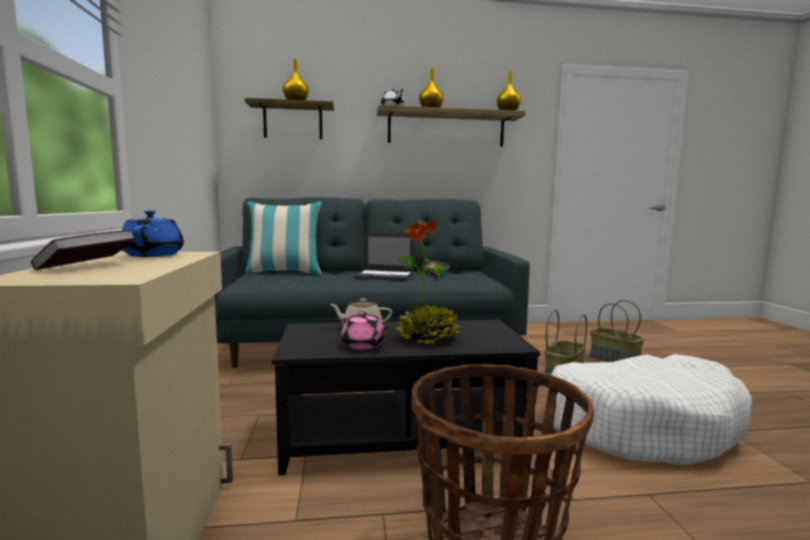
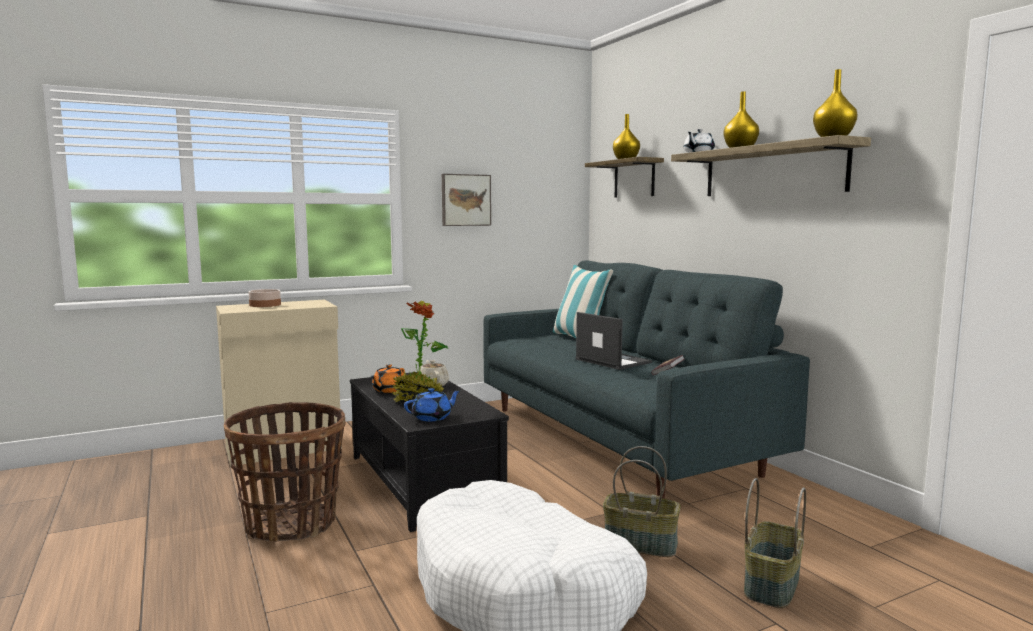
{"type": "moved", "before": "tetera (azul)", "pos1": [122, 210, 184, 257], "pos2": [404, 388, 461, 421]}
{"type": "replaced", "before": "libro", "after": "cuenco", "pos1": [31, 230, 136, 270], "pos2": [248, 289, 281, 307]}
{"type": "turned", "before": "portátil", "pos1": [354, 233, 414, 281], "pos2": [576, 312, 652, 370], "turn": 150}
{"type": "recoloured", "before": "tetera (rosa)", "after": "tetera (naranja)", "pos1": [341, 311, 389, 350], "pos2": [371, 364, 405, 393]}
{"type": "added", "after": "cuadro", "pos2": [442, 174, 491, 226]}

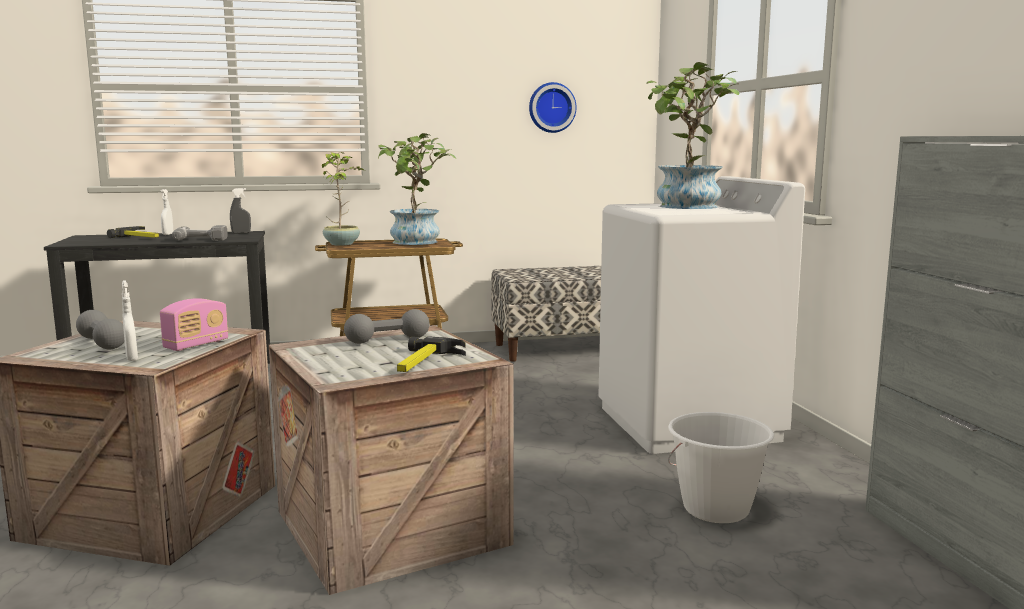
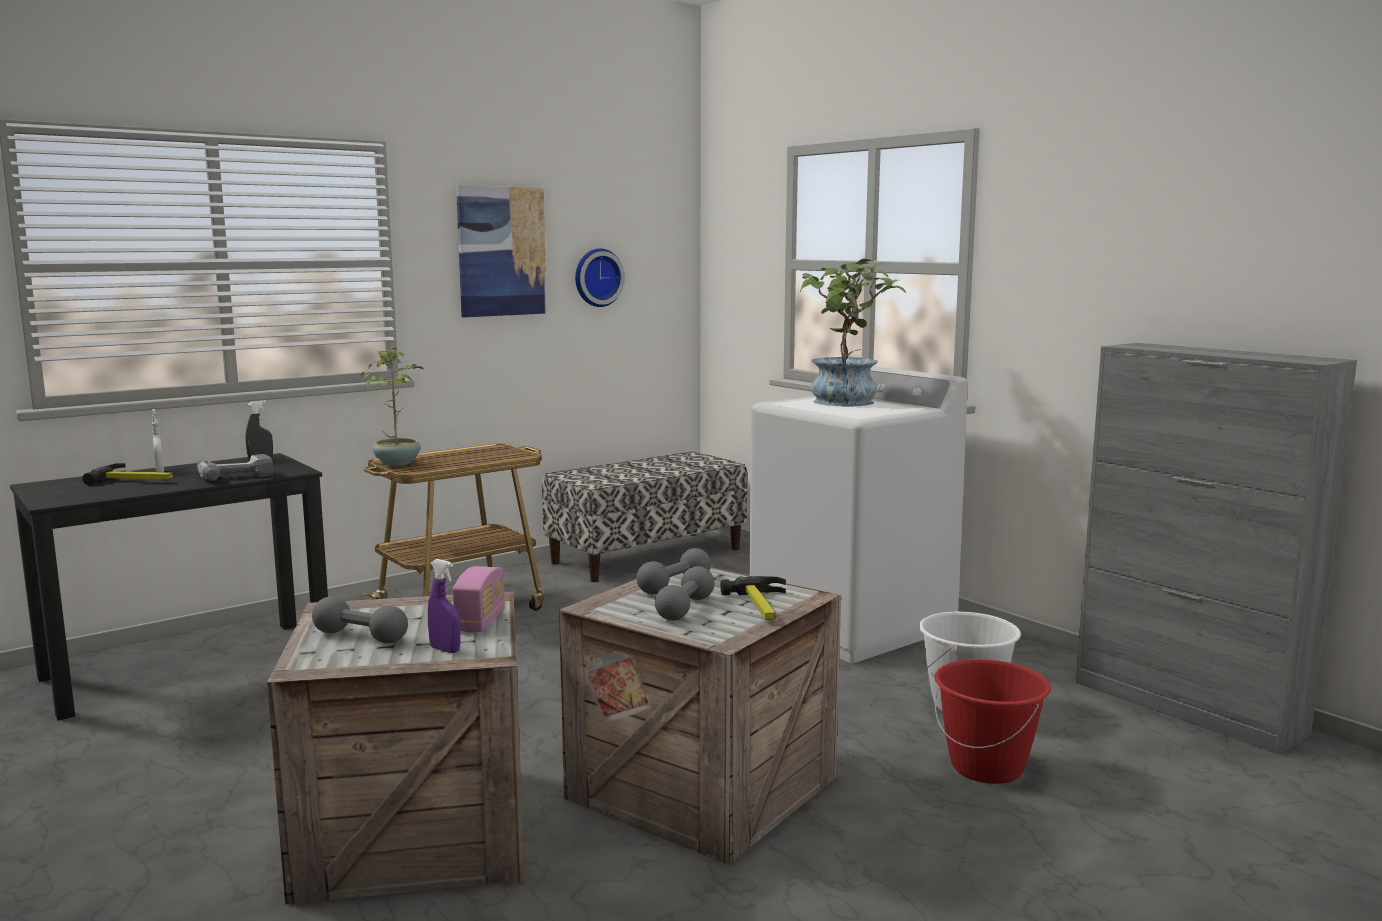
{"type": "removed", "before": "planta en maceta", "pos1": [378, 133, 456, 245]}
{"type": "recoloured", "before": "pulverizador (blanco)", "after": "pulverizador (morado)", "pos1": [122, 280, 138, 361], "pos2": [428, 559, 460, 653]}
{"type": "added", "after": "cuadro", "pos2": [456, 185, 547, 317]}
{"type": "added", "after": "mancuerna (gris)", "pos2": [655, 566, 714, 621]}
{"type": "added", "after": "cubo (rojo)", "pos2": [935, 659, 1051, 784]}

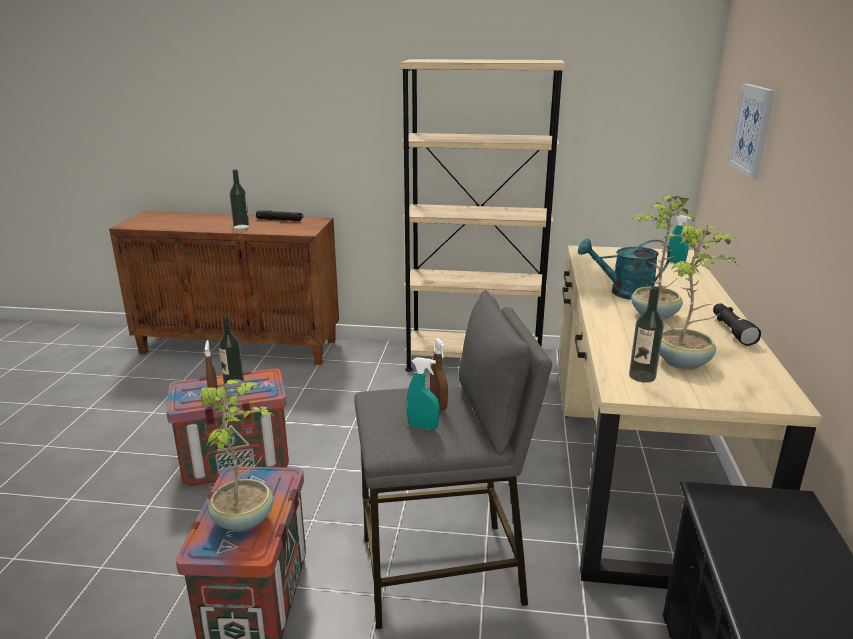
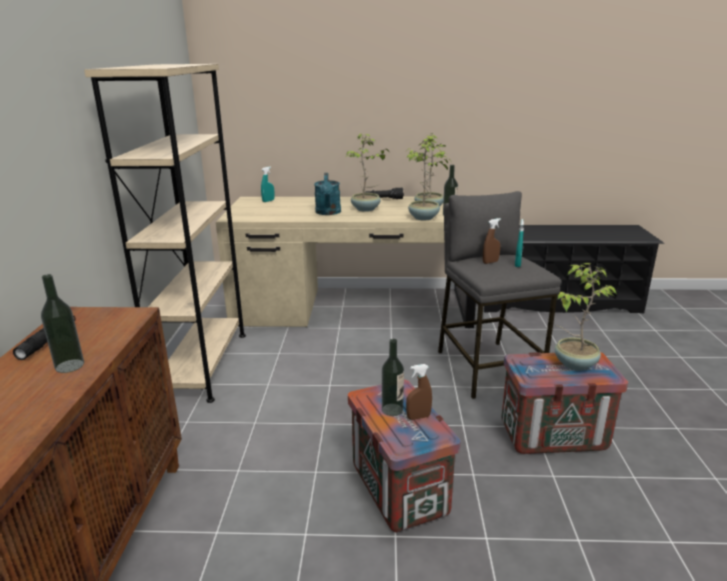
{"type": "removed", "before": "cuadro", "pos1": [728, 84, 776, 179]}
{"type": "added", "after": "planta en maceta", "pos2": [407, 139, 451, 220]}

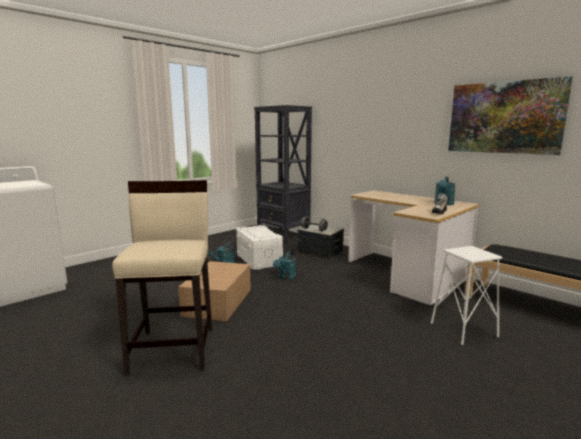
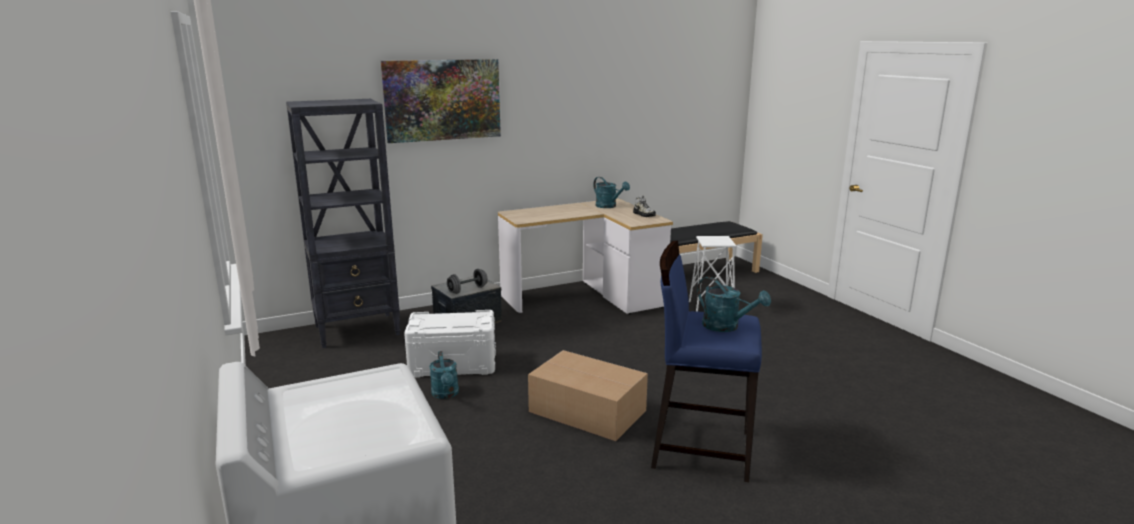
{"type": "moved", "before": "cuadro", "pos1": [448, 76, 573, 155], "pos2": [381, 59, 501, 143]}
{"type": "recoloured", "before": "taburete (beis)", "after": "taburete (azul)", "pos1": [112, 180, 212, 376], "pos2": [651, 241, 762, 482]}
{"type": "moved", "before": "regadera (turquesa)", "pos1": [273, 251, 296, 280], "pos2": [697, 277, 771, 332]}

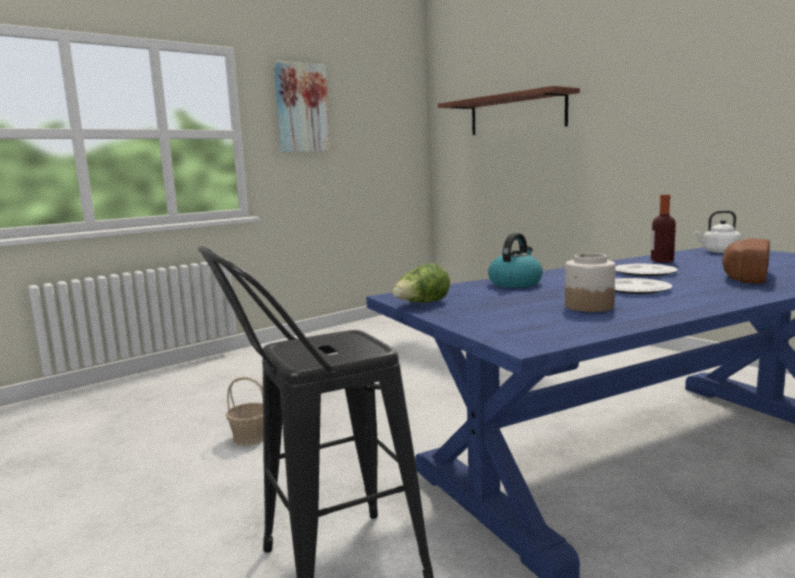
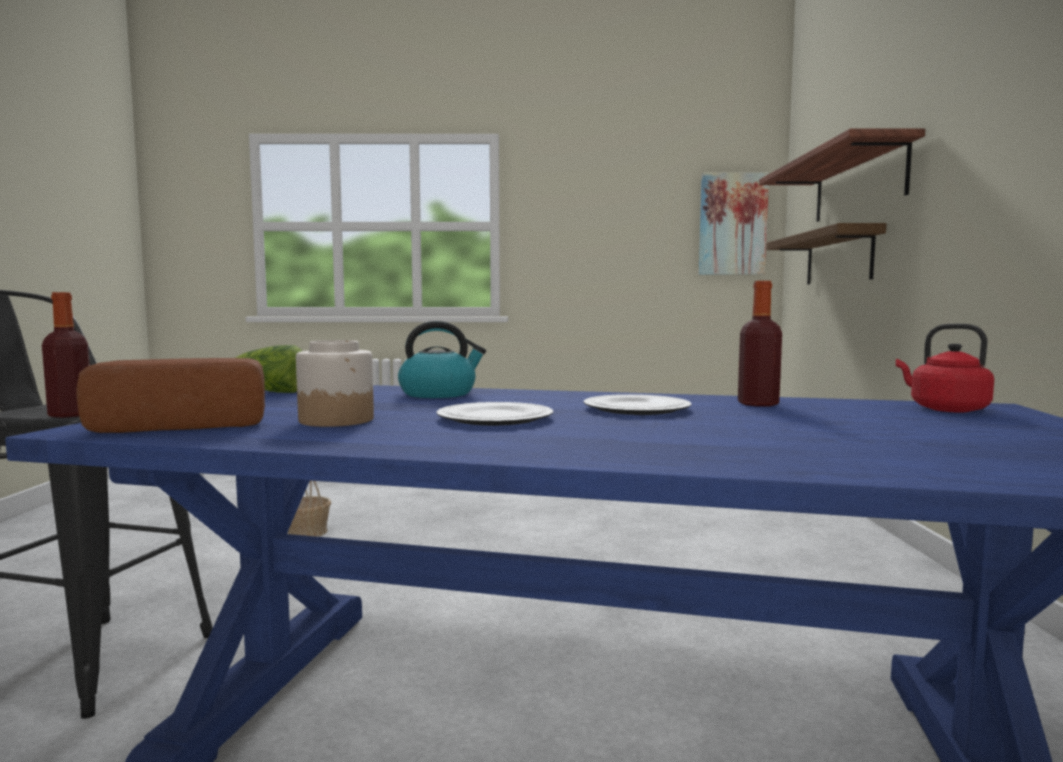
{"type": "moved", "before": "cuadro", "pos1": [274, 60, 331, 152], "pos2": [699, 173, 769, 275]}
{"type": "recoloured", "before": "hervidor (blanco)", "after": "hervidor (rojo)", "pos1": [694, 210, 741, 253], "pos2": [896, 324, 994, 413]}
{"type": "moved", "before": "pan", "pos1": [722, 239, 770, 284], "pos2": [76, 358, 265, 433]}
{"type": "added", "after": "estante", "pos2": [766, 223, 886, 284]}
{"type": "added", "after": "botella", "pos2": [42, 292, 90, 418]}

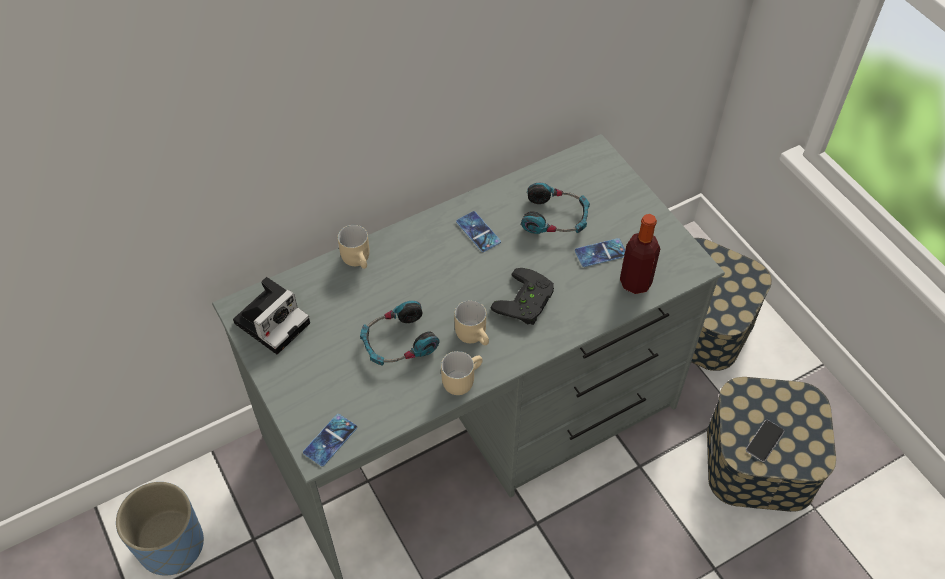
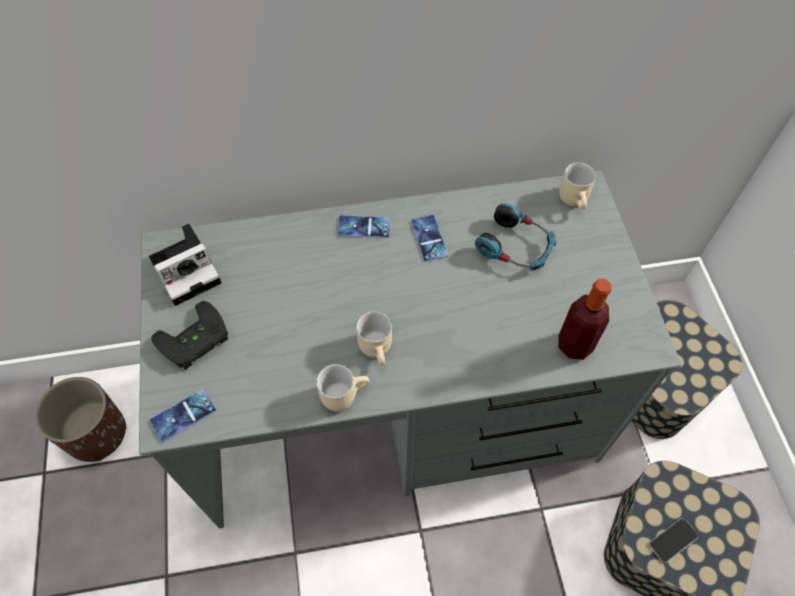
{"type": "moved", "before": "taza grande (beis)", "pos1": [338, 225, 370, 269], "pos2": [559, 162, 596, 210]}
{"type": "moved", "before": "móvil", "pos1": [575, 238, 625, 267], "pos2": [337, 215, 390, 238]}
{"type": "moved", "before": "mando de consola (negro)", "pos1": [491, 268, 554, 325], "pos2": [151, 301, 228, 370]}
{"type": "removed", "before": "auriculares", "pos1": [360, 301, 440, 366]}
{"type": "recoloured", "before": "maceta (azul)", "after": "maceta (marrón)", "pos1": [116, 482, 204, 575], "pos2": [35, 377, 126, 462]}

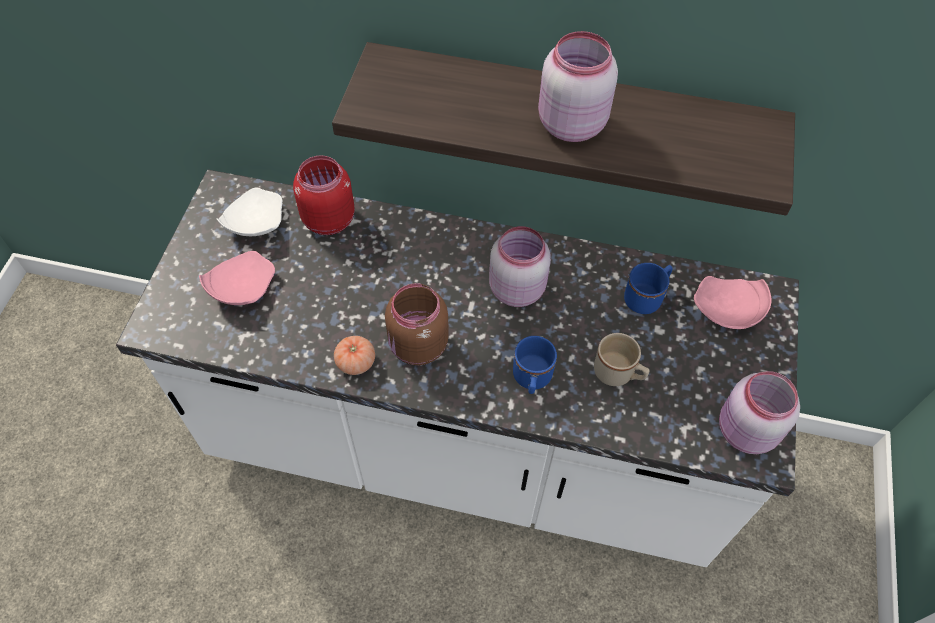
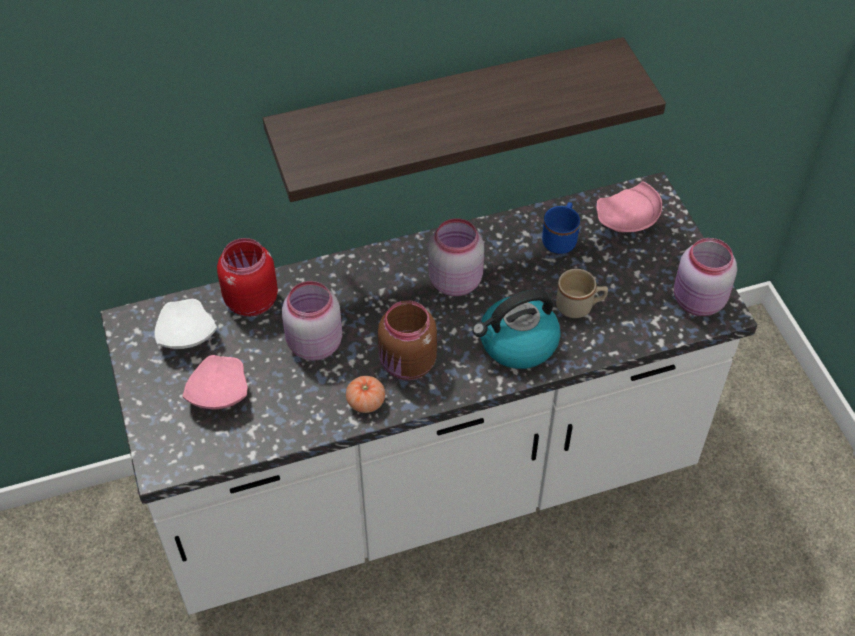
{"type": "moved", "before": "tarro (rosa)", "pos1": [538, 31, 618, 142], "pos2": [282, 281, 342, 361]}
{"type": "replaced", "before": "taza grande (azul)", "after": "hervidor", "pos1": [513, 336, 557, 394], "pos2": [472, 290, 561, 369]}

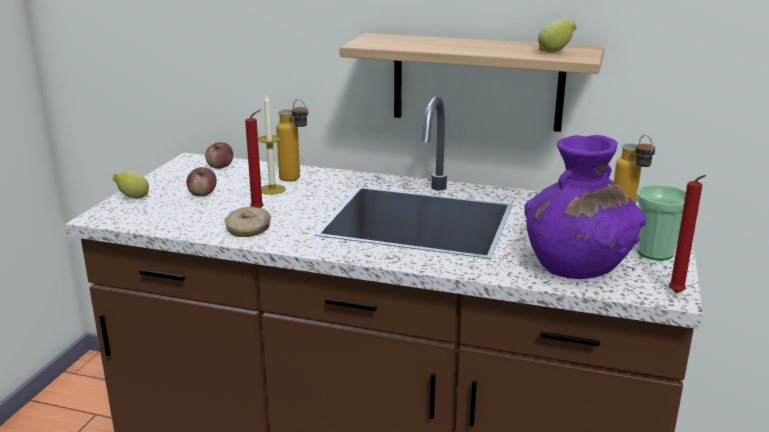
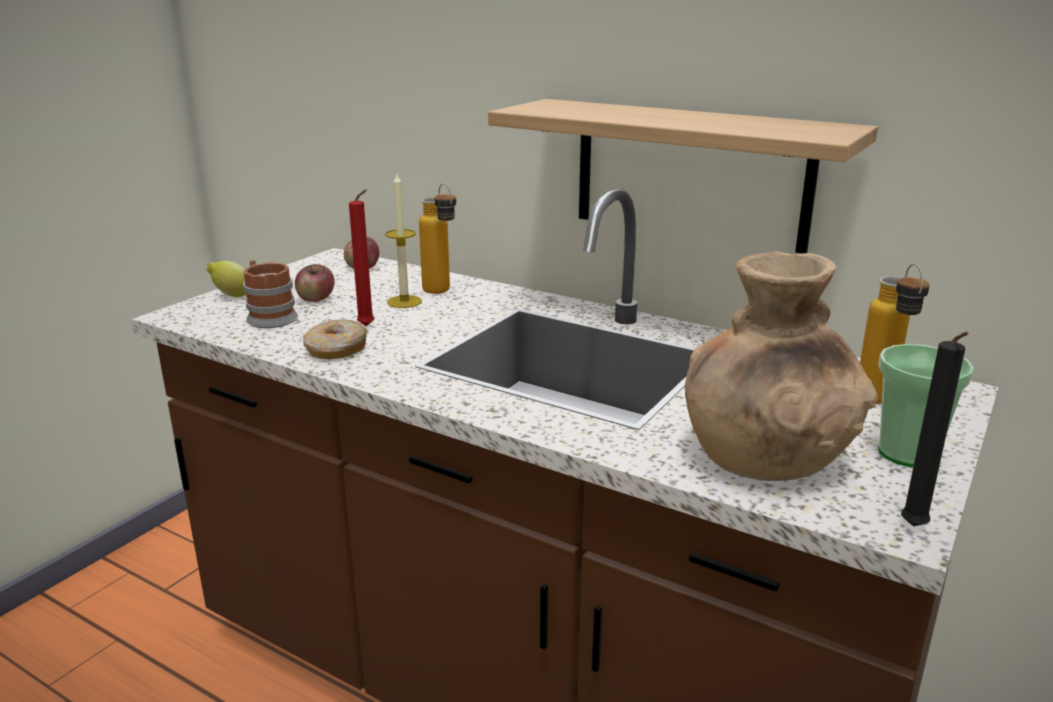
{"type": "removed", "before": "limón", "pos1": [538, 20, 577, 53]}
{"type": "recoloured", "before": "florero (morado)", "after": "florero (marrón)", "pos1": [524, 135, 646, 279], "pos2": [685, 252, 878, 481]}
{"type": "recoloured", "before": "vela (rojo)", "after": "vela (negro)", "pos1": [669, 175, 706, 293], "pos2": [901, 332, 968, 526]}
{"type": "added", "after": "taza grande", "pos2": [243, 260, 298, 328]}

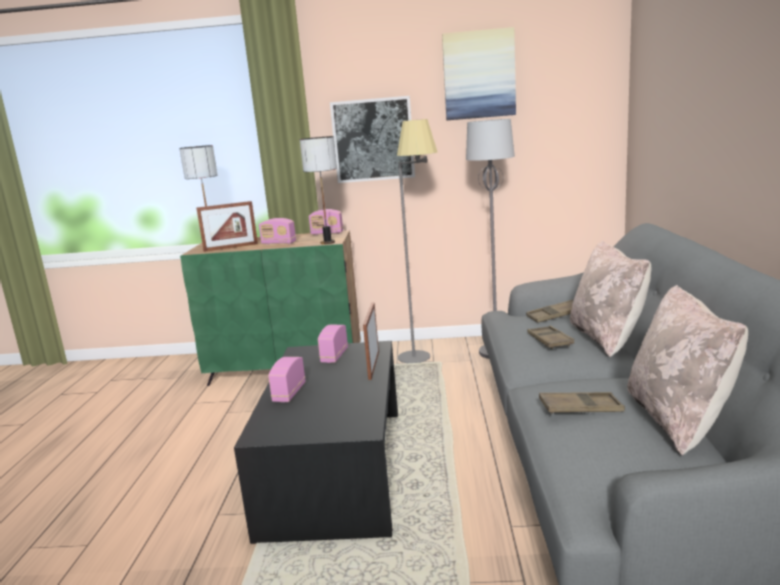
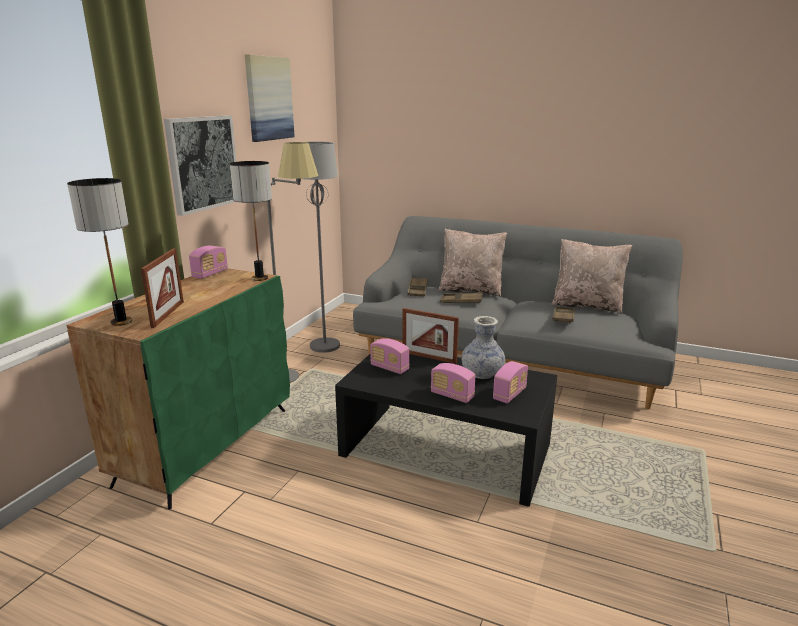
{"type": "moved", "before": "radio", "pos1": [259, 218, 296, 245], "pos2": [493, 361, 528, 404]}
{"type": "added", "after": "florero", "pos2": [462, 316, 505, 379]}

